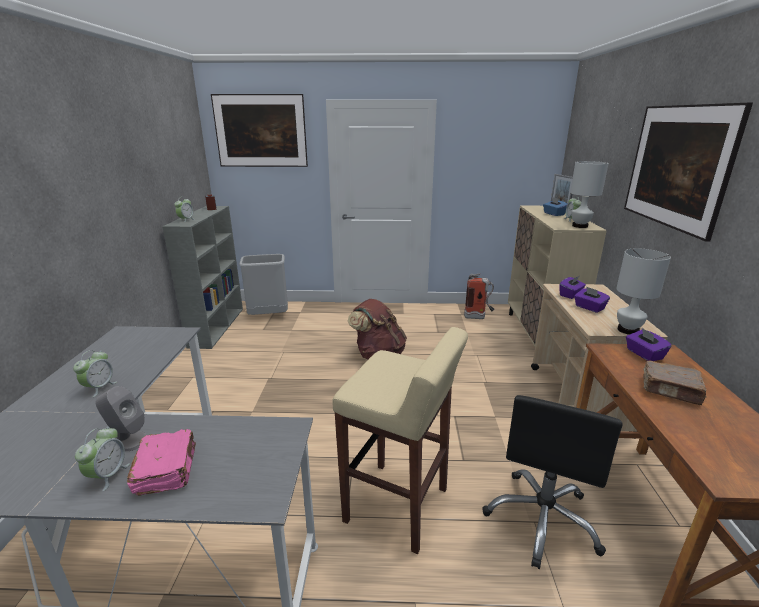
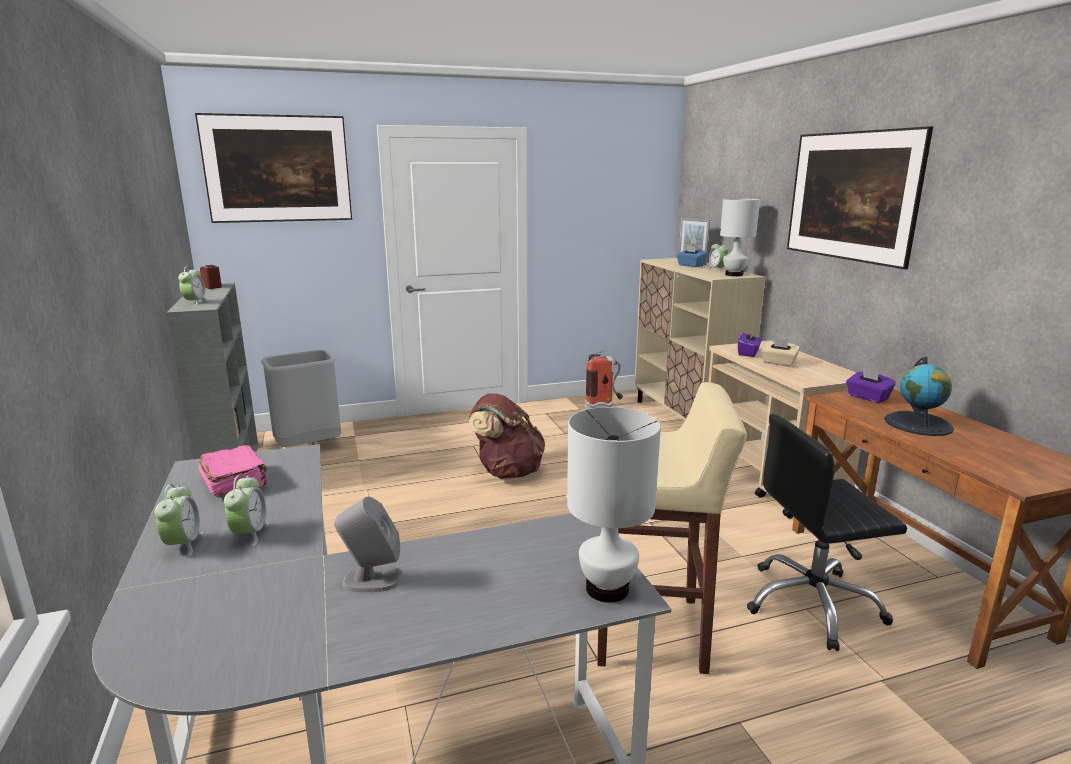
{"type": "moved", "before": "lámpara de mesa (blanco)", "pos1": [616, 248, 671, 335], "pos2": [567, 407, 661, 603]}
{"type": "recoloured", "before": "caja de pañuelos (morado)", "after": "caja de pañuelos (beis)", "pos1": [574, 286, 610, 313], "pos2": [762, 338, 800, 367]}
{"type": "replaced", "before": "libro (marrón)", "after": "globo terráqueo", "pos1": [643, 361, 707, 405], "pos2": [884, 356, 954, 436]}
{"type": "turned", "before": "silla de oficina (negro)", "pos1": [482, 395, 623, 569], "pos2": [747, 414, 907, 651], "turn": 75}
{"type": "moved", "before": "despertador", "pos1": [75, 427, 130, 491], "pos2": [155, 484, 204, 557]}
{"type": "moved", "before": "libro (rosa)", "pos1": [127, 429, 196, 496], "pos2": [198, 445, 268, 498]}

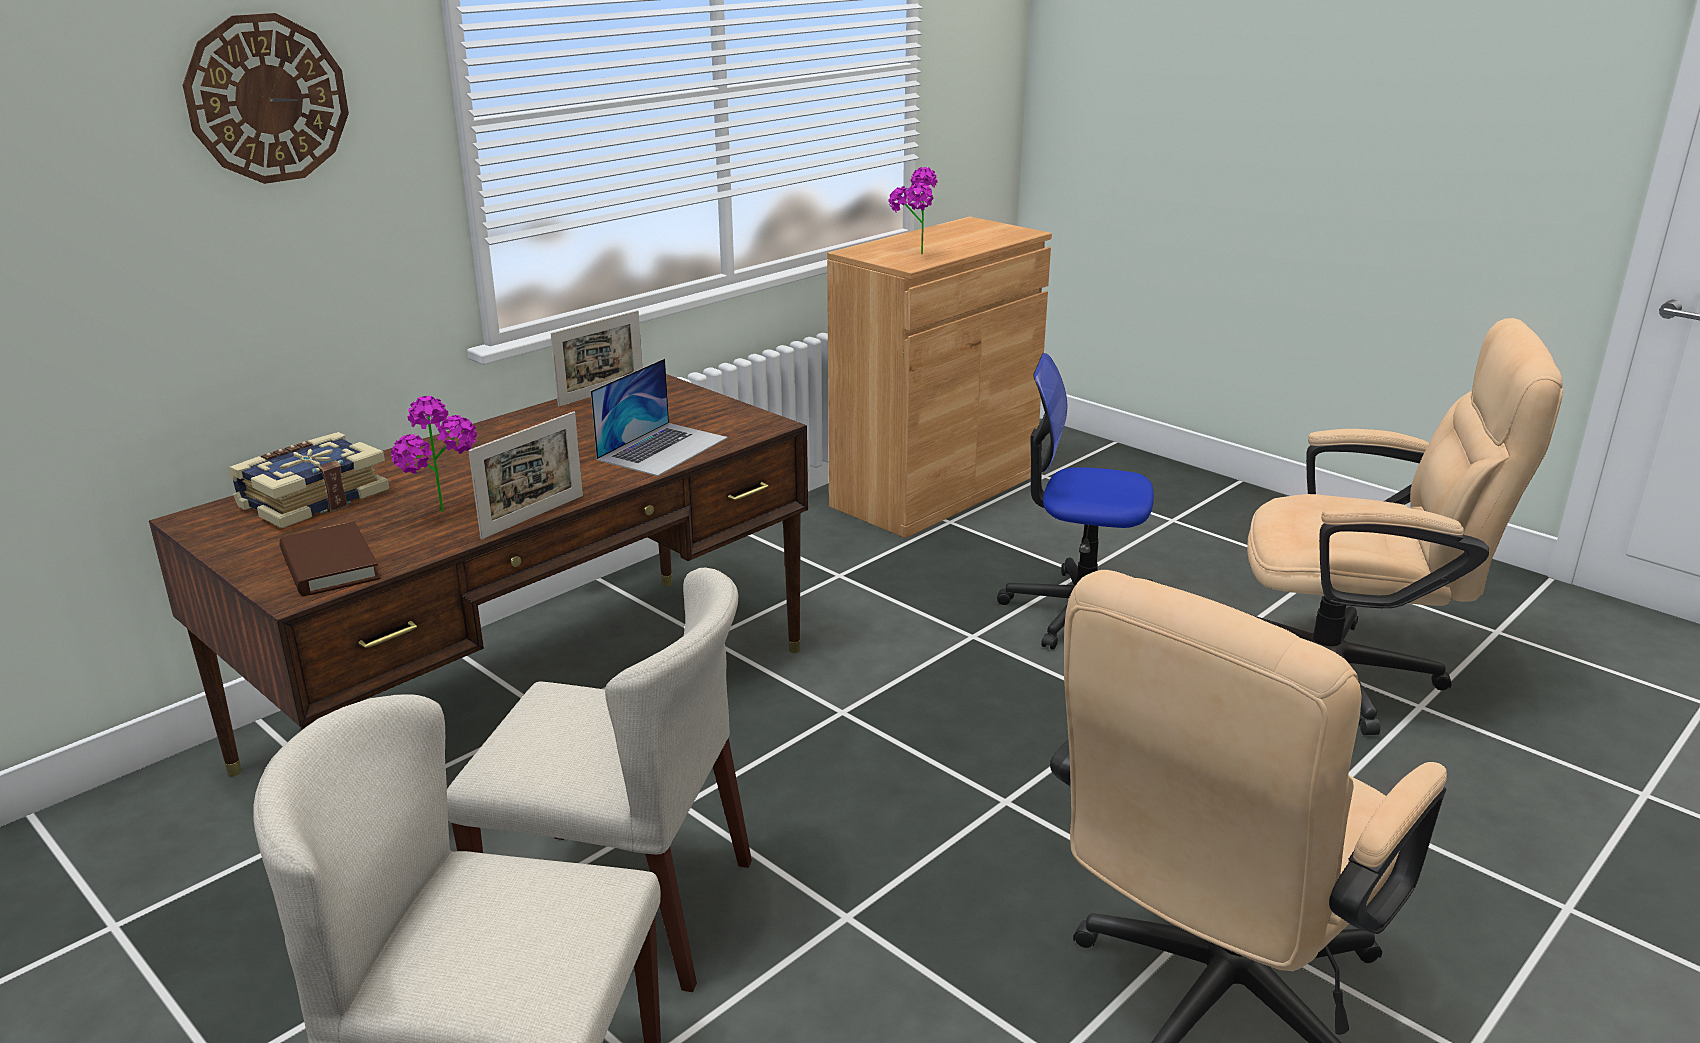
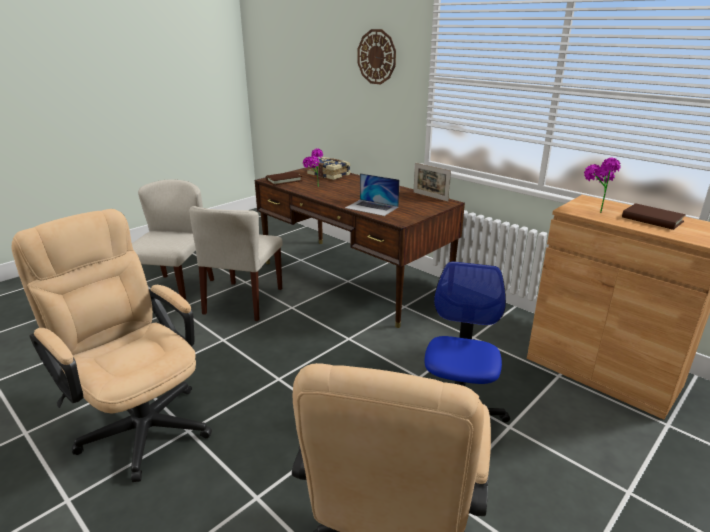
{"type": "removed", "before": "portarretratos", "pos1": [469, 411, 583, 539]}
{"type": "added", "after": "libro (marrón)", "pos2": [622, 203, 686, 230]}

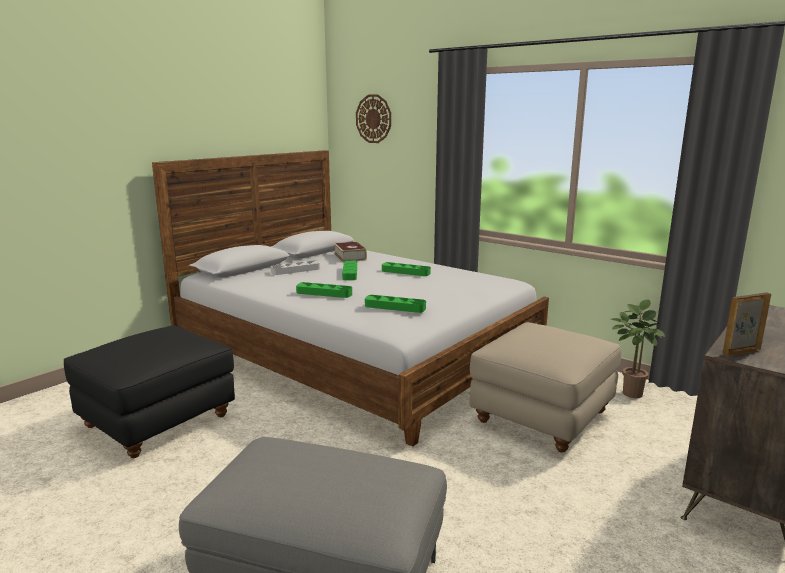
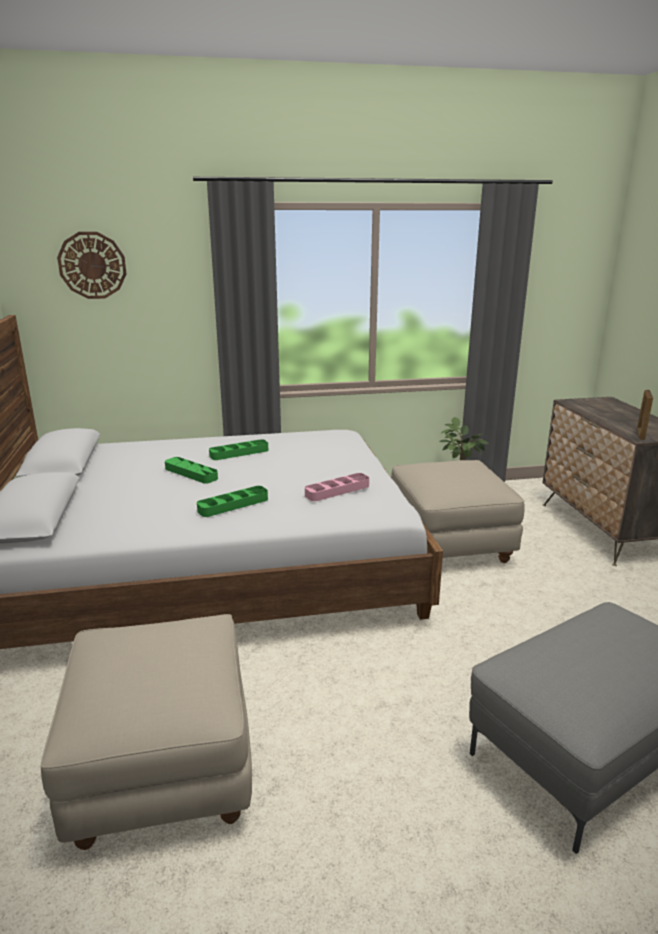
{"type": "removed", "before": "libro", "pos1": [334, 241, 367, 262]}
{"type": "removed", "before": "bandeja (gris)", "pos1": [271, 260, 320, 275]}
{"type": "recoloured", "before": "bandeja (verde)", "after": "bandeja (rosa)", "pos1": [365, 295, 426, 313], "pos2": [305, 473, 369, 501]}
{"type": "recoloured", "before": "puf (negro)", "after": "puf (beis)", "pos1": [64, 325, 235, 458], "pos2": [41, 614, 252, 850]}

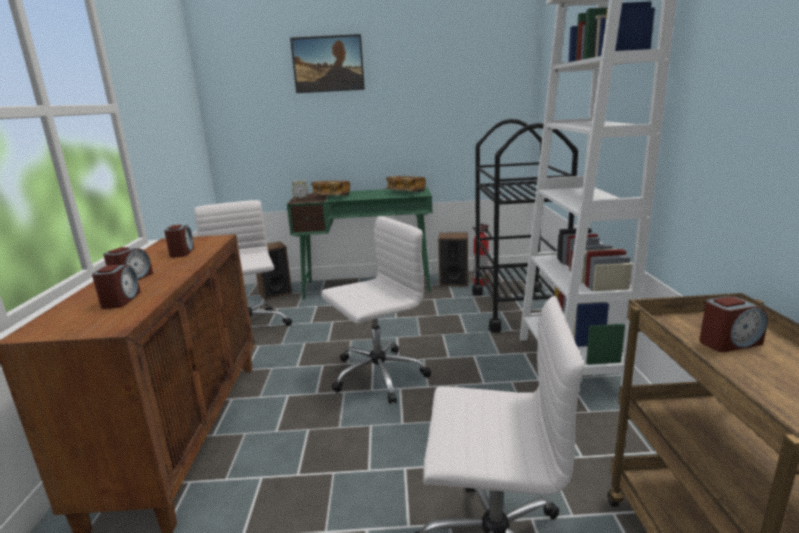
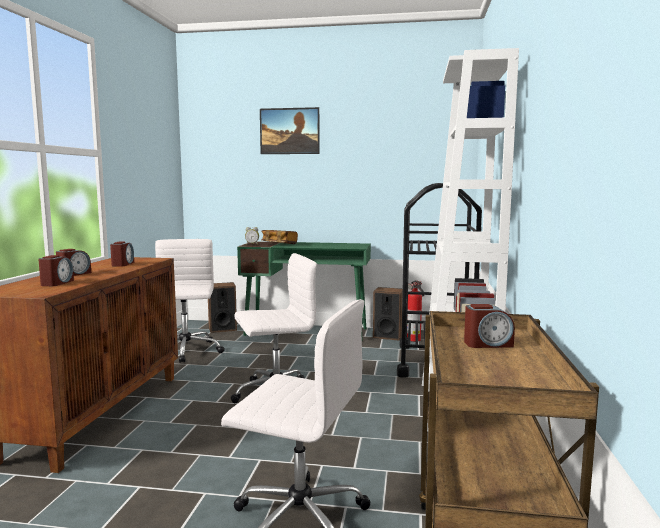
{"type": "removed", "before": "libro", "pos1": [386, 176, 426, 192]}

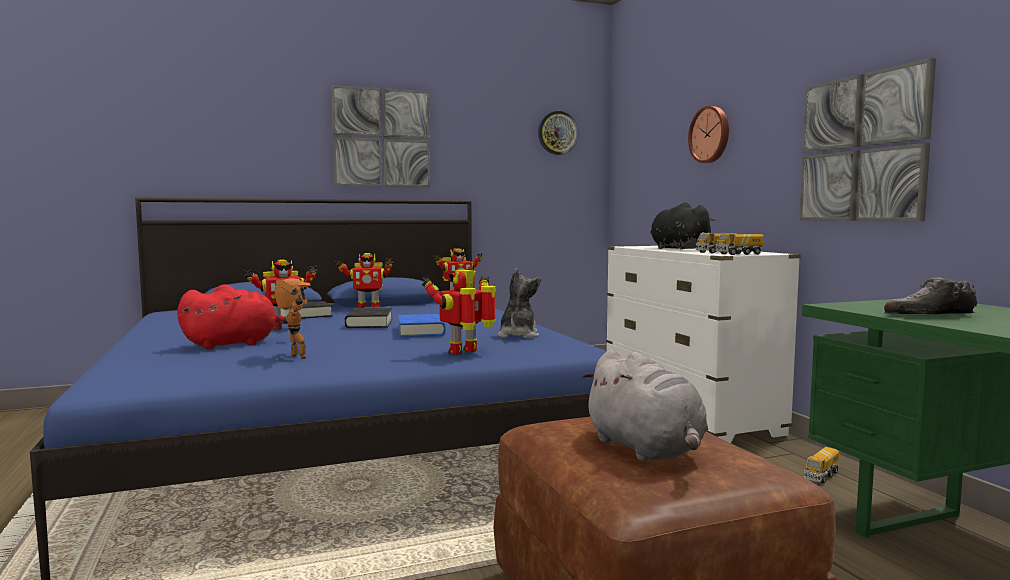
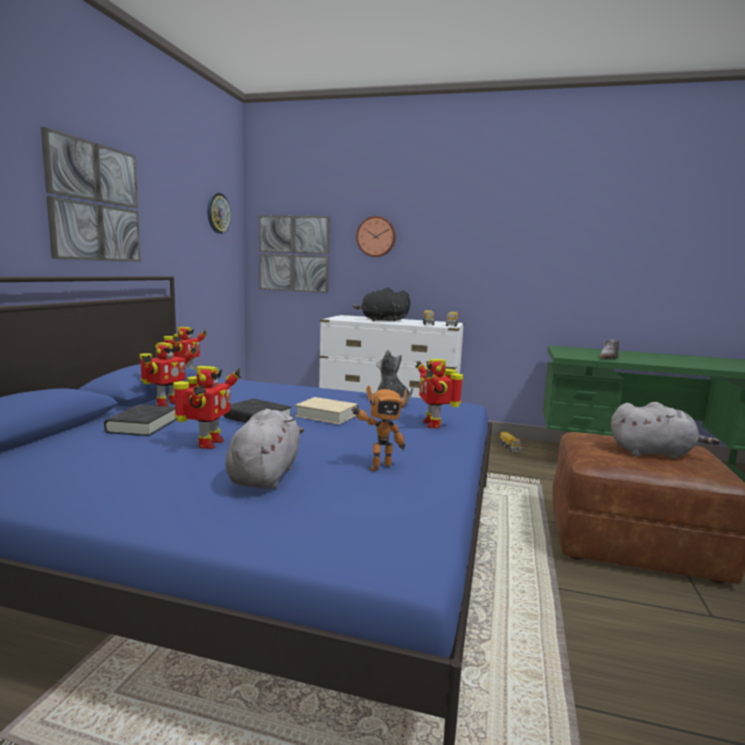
{"type": "moved", "before": "cuadro", "pos1": [800, 58, 936, 221], "pos2": [259, 215, 330, 293]}
{"type": "turned", "before": "robot de juguete", "pos1": [275, 278, 310, 359], "pos2": [351, 386, 407, 471], "turn": 150}
{"type": "recoloured", "before": "peluche (rojo)", "after": "peluche (gris)", "pos1": [177, 284, 289, 349], "pos2": [225, 409, 304, 489]}
{"type": "recoloured", "before": "libro (azul)", "after": "libro (beis)", "pos1": [398, 314, 445, 337], "pos2": [295, 397, 357, 425]}

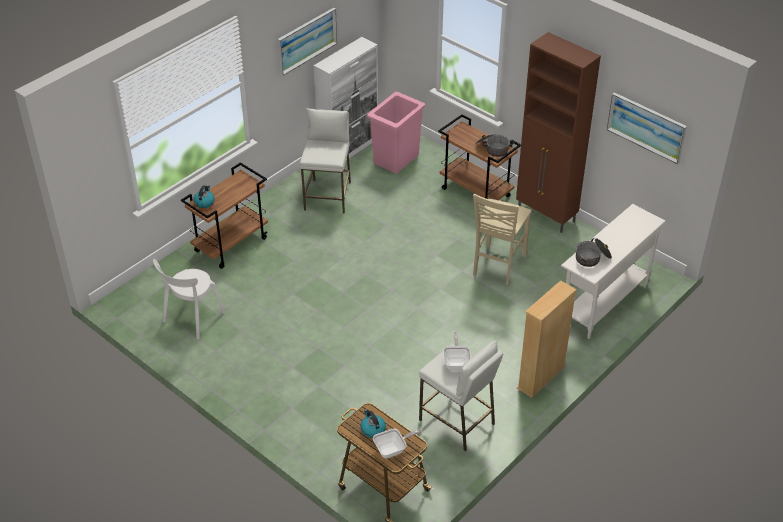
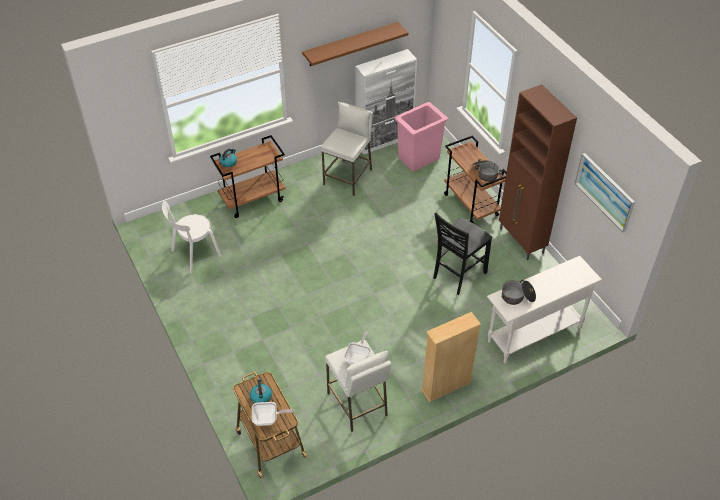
{"type": "replaced", "before": "cuadro", "after": "estante (marrón)", "pos1": [278, 8, 337, 76], "pos2": [302, 22, 408, 66]}
{"type": "recoloured", "before": "silla (beis)", "after": "silla (negro)", "pos1": [473, 194, 531, 285], "pos2": [433, 213, 492, 295]}

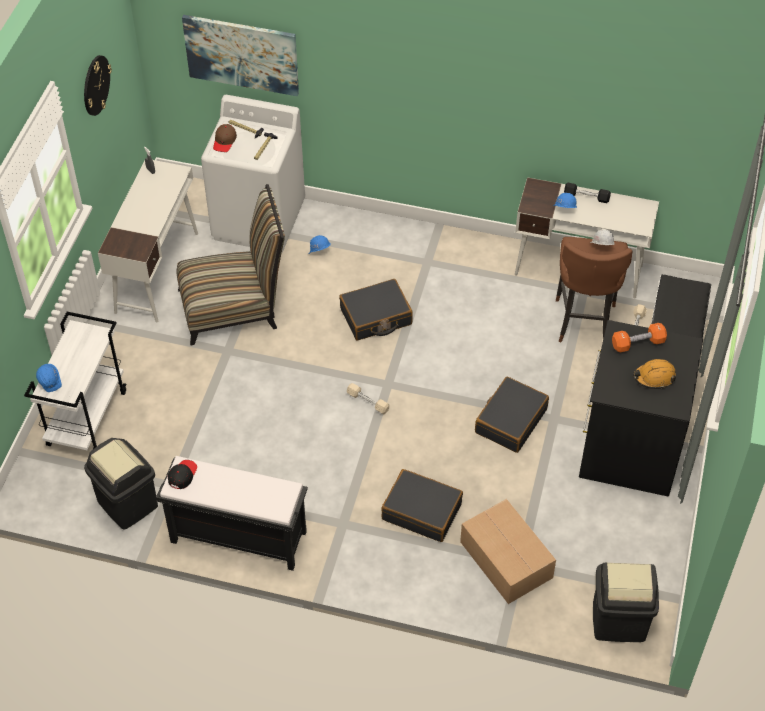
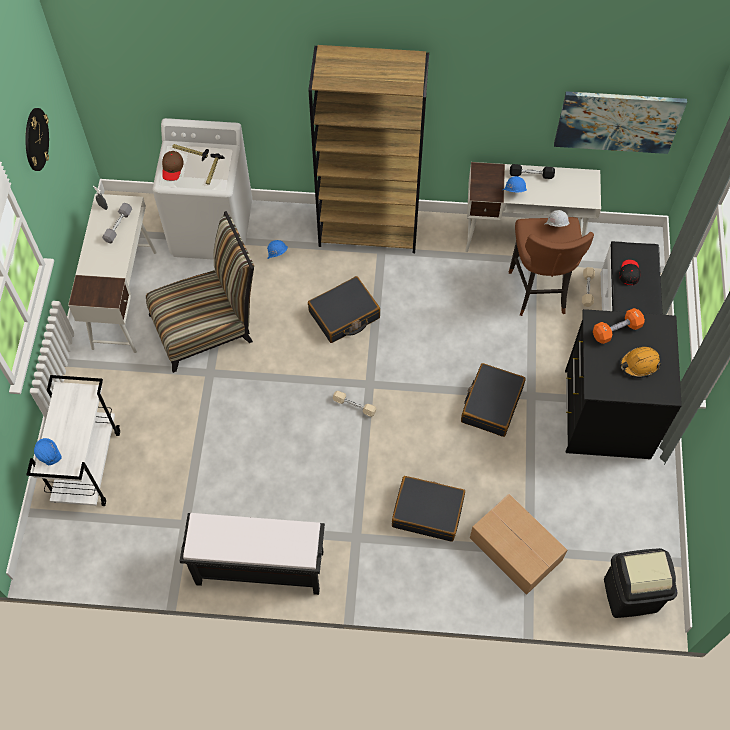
{"type": "moved", "before": "cuadro", "pos1": [182, 15, 299, 96], "pos2": [554, 91, 687, 154]}
{"type": "removed", "before": "papelera (negro)", "pos1": [84, 438, 158, 530]}
{"type": "moved", "before": "gorra (negro)", "pos1": [168, 460, 197, 489], "pos2": [619, 259, 641, 285]}
{"type": "added", "after": "estantería (marrón)", "pos2": [308, 45, 429, 253]}
{"type": "added", "after": "mancuerna (gris)", "pos2": [102, 203, 132, 243]}

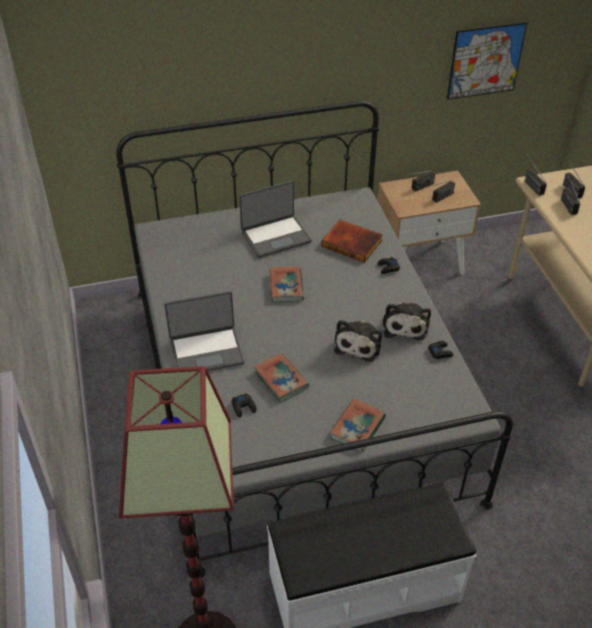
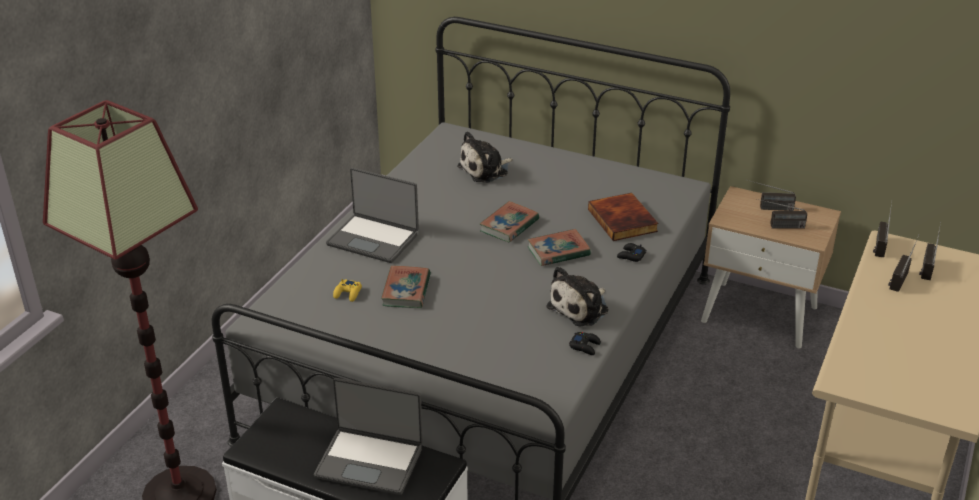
{"type": "removed", "before": "cuadro", "pos1": [447, 22, 527, 99]}
{"type": "moved", "before": "portátil", "pos1": [239, 181, 312, 258], "pos2": [314, 378, 423, 495]}
{"type": "moved", "before": "peluche", "pos1": [334, 320, 382, 362], "pos2": [457, 131, 513, 183]}
{"type": "recoloured", "before": "mando de consola (negro)", "after": "mando de consola (amarillo)", "pos1": [231, 393, 257, 417], "pos2": [333, 279, 362, 302]}
{"type": "moved", "before": "libro", "pos1": [330, 398, 386, 452], "pos2": [527, 229, 591, 266]}

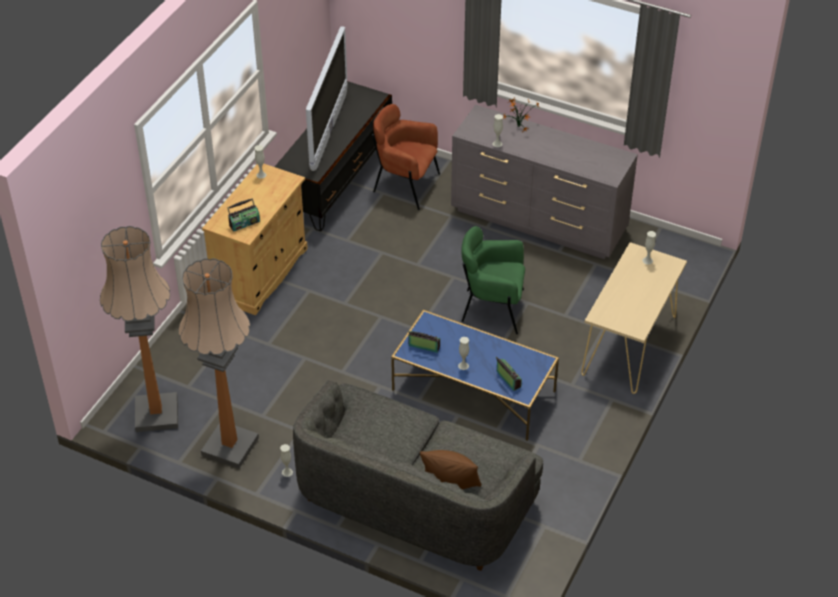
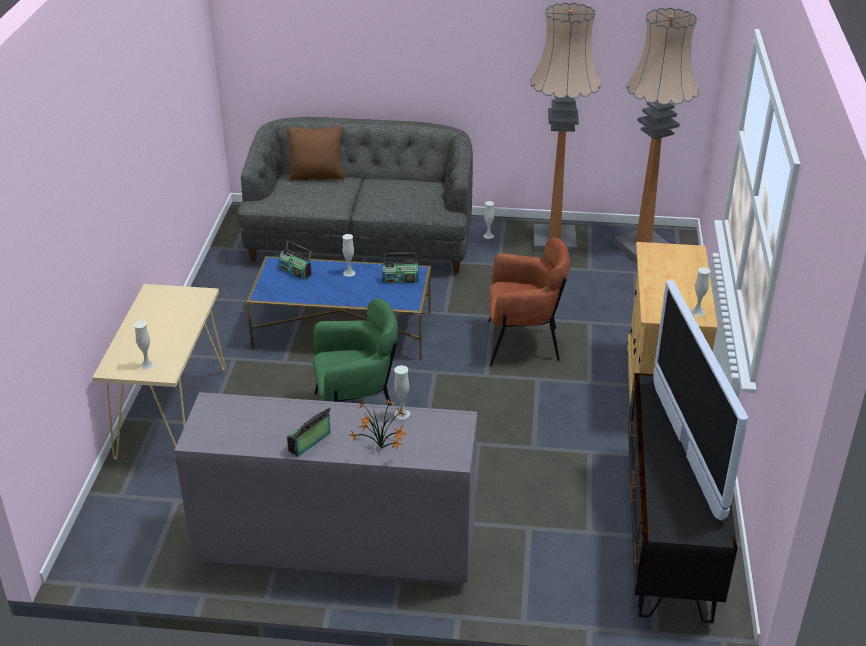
{"type": "moved", "before": "sillón (marrón)", "pos1": [372, 104, 440, 210], "pos2": [488, 238, 570, 367]}
{"type": "moved", "before": "radio", "pos1": [227, 198, 260, 232], "pos2": [287, 407, 331, 457]}

